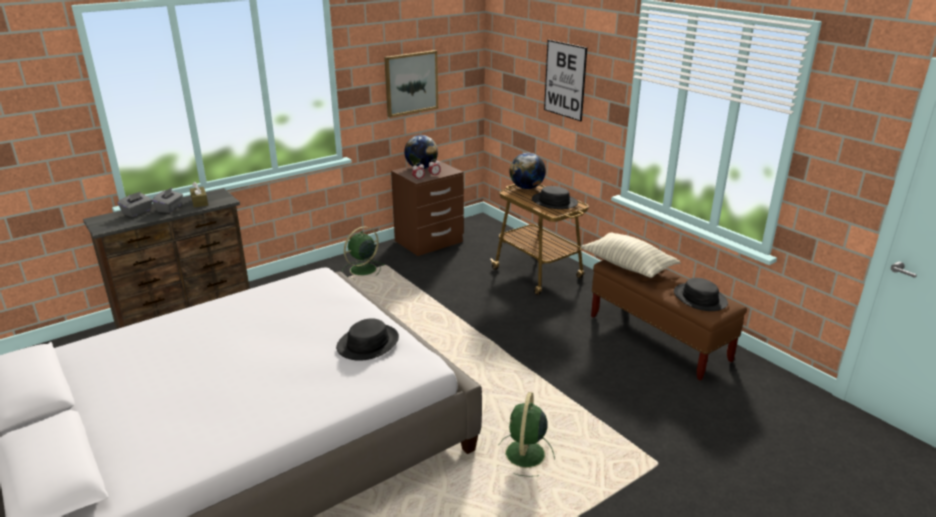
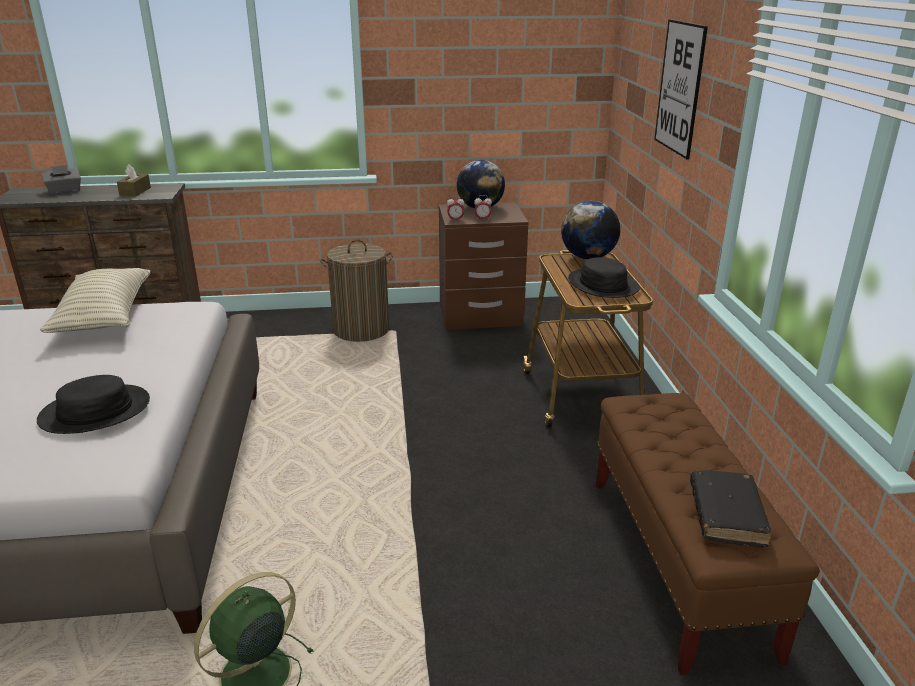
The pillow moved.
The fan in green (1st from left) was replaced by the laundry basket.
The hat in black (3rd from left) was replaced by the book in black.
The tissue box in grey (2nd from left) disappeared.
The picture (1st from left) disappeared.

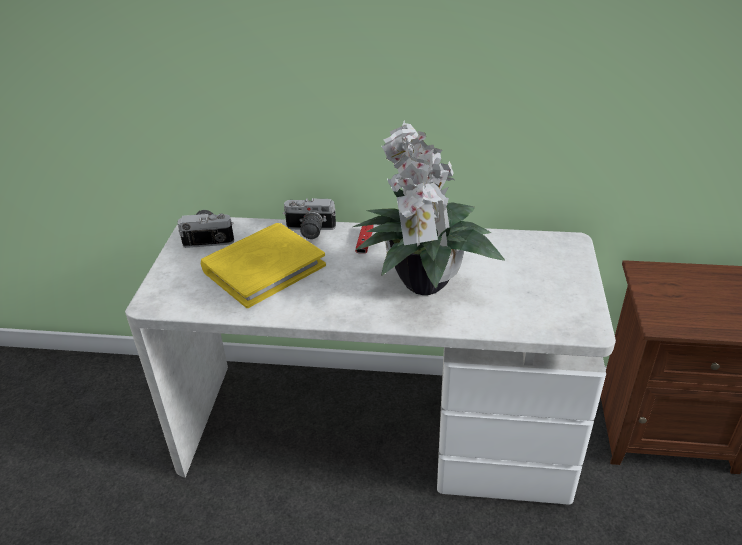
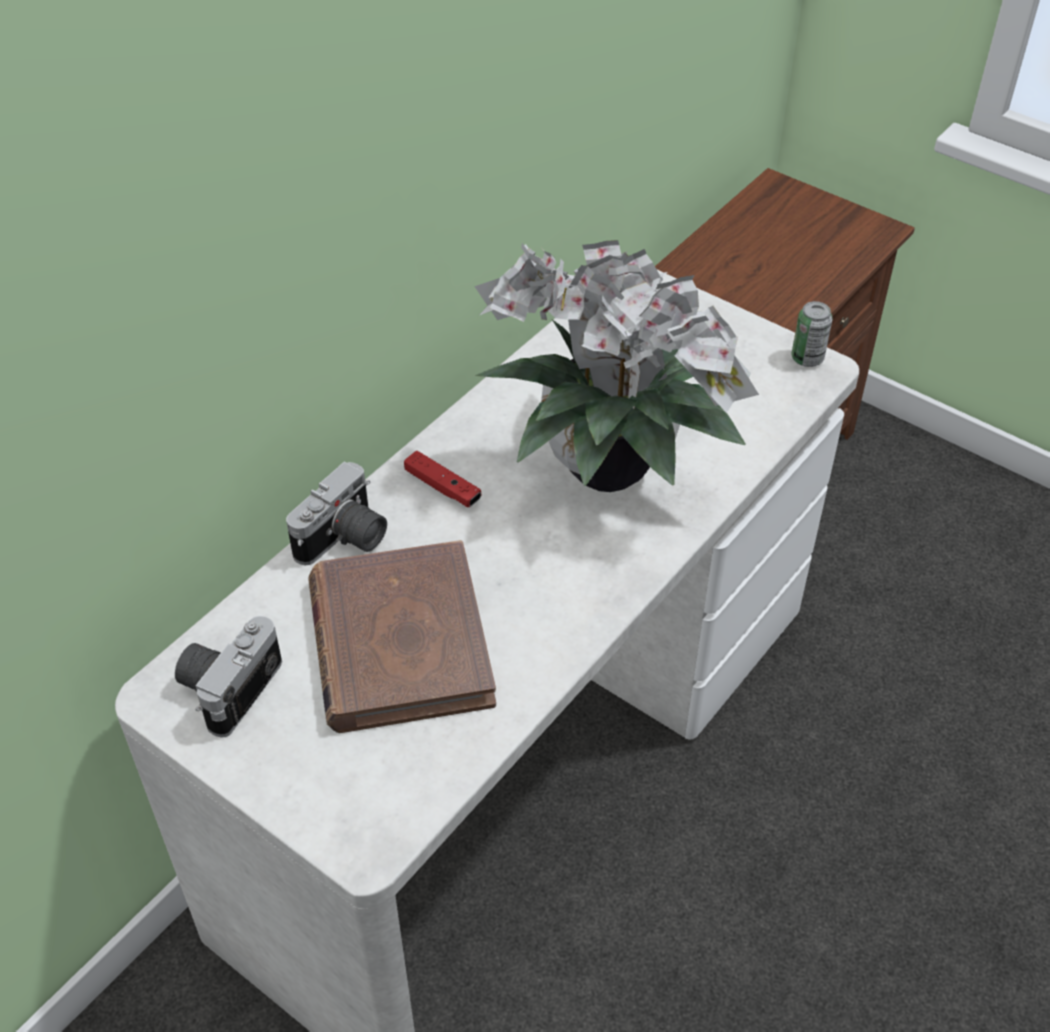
The book in yellow became the book in brown.
The can appeared.

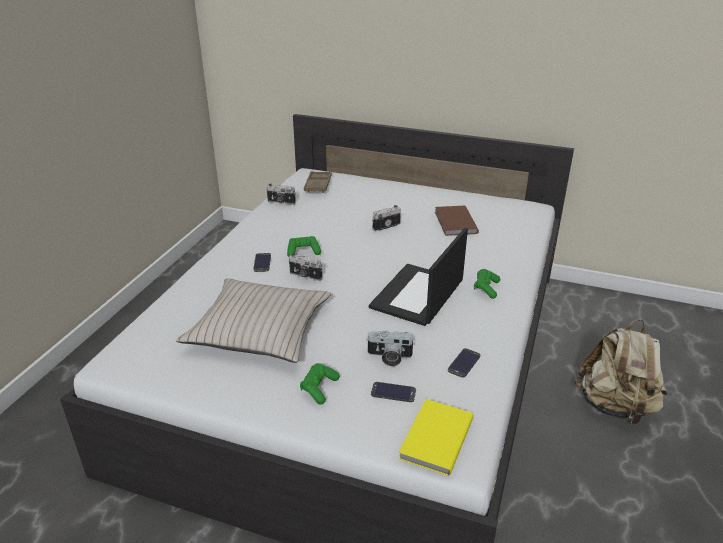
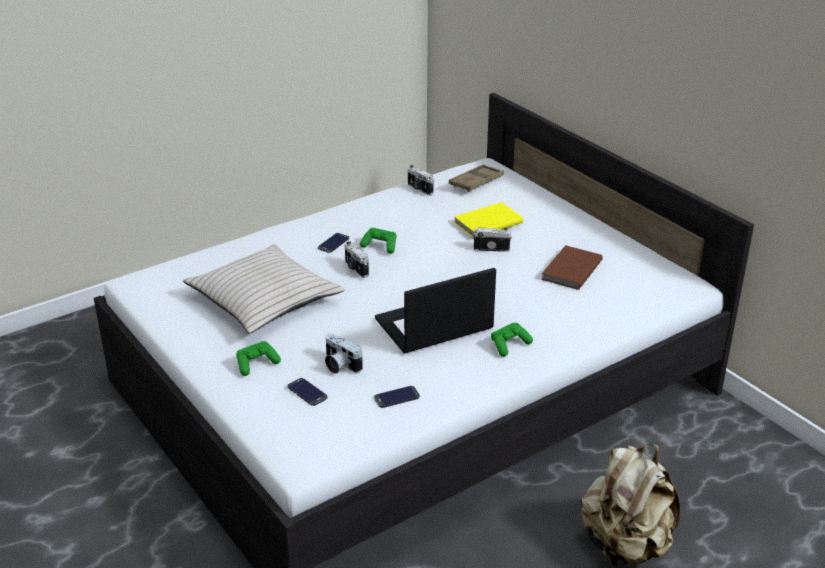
The book in yellow moved.

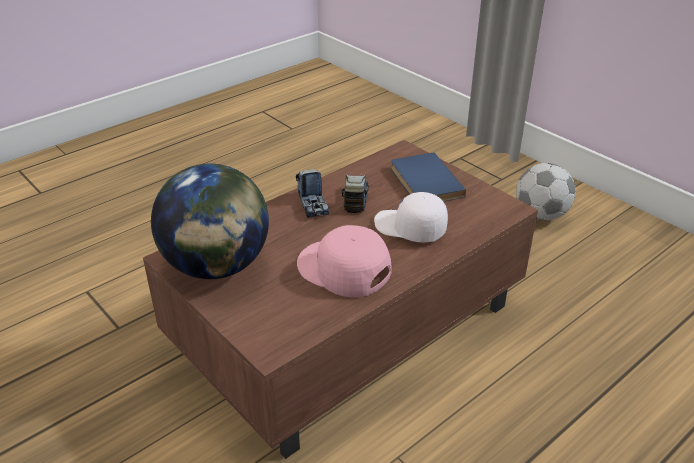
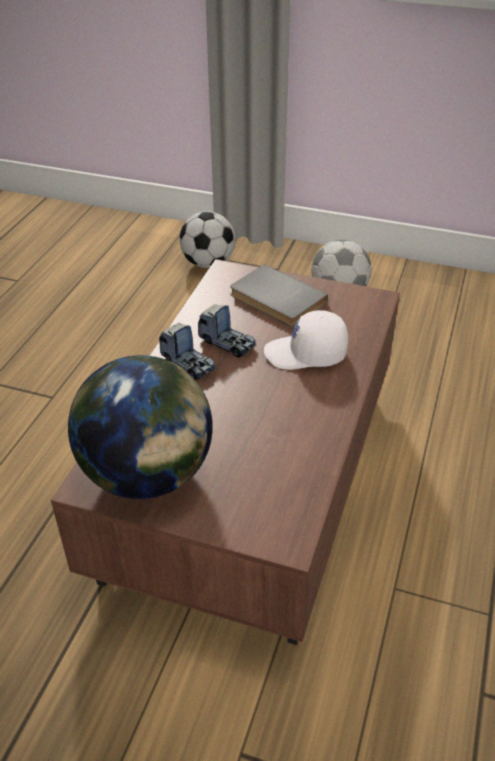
The football (1st from left) appeared.
The toy truck (2nd from left) turned 150 degrees clockwise.
The book in blue became the book in grey.
The cap in pink disappeared.

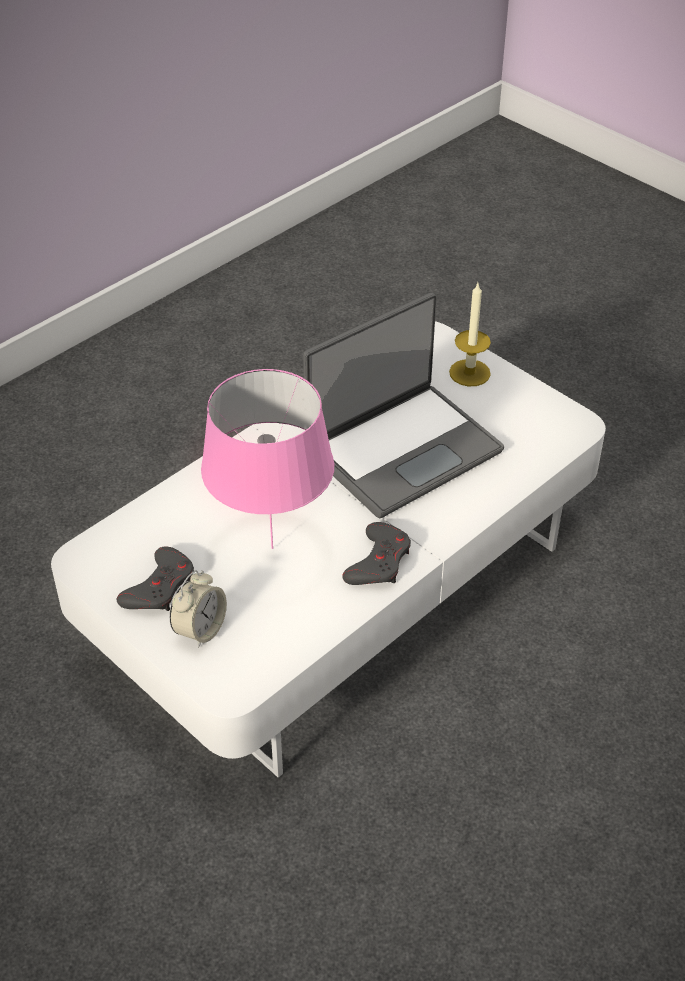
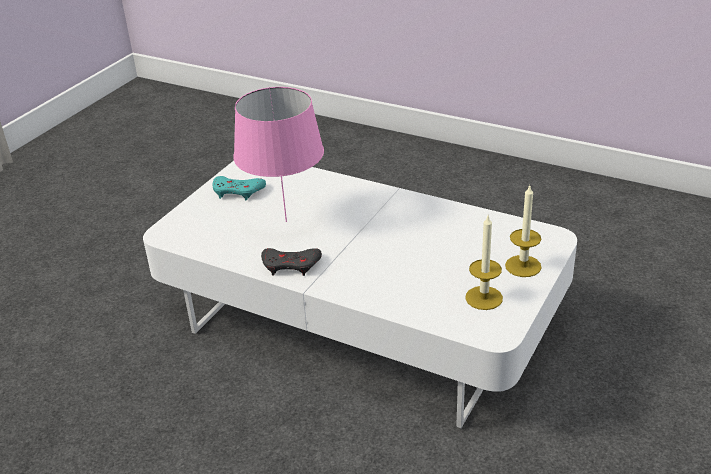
The game controller in grey (1st from left) became the game controller in turquoise.
The candle (1st from left) appeared.
The alarm clock disappeared.
The laptop disappeared.

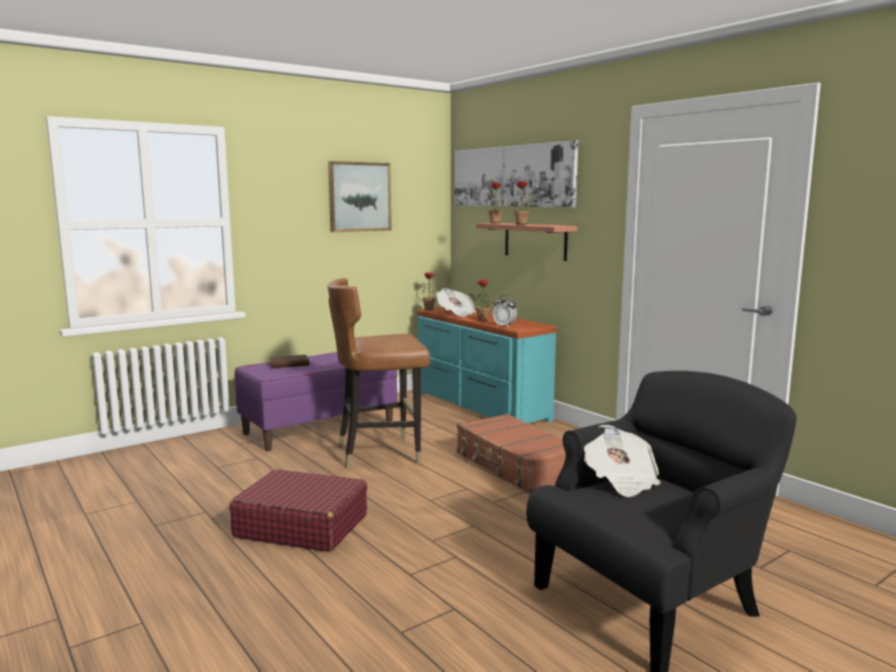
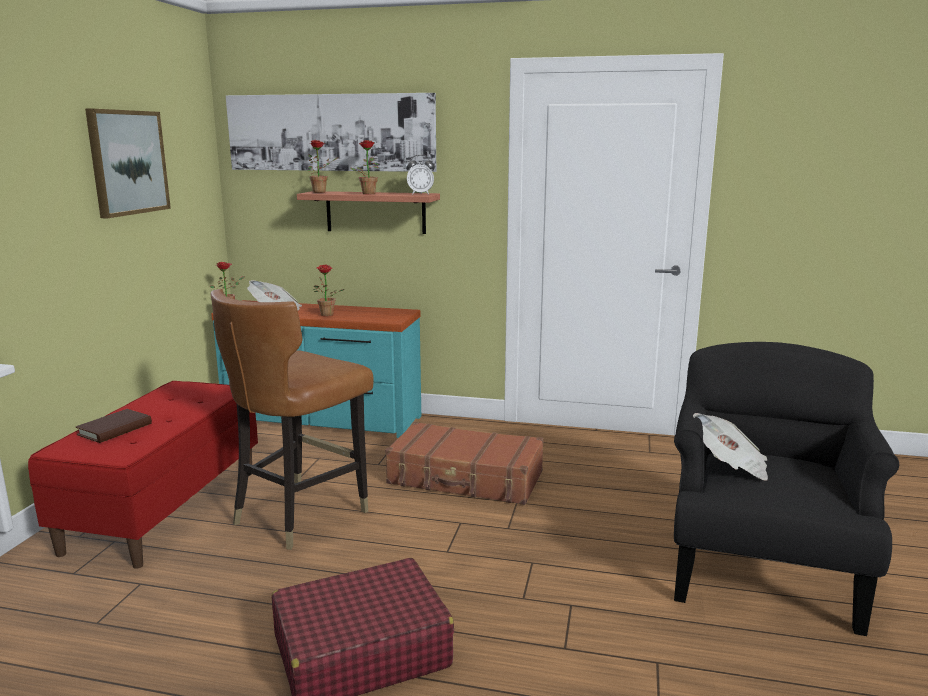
The bench in purple became the bench in red.
The alarm clock moved.

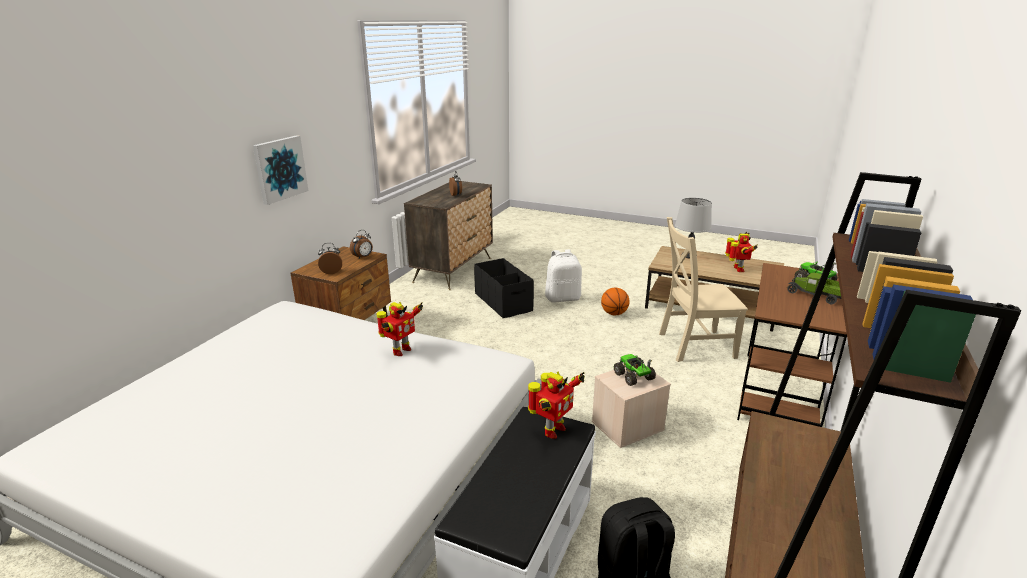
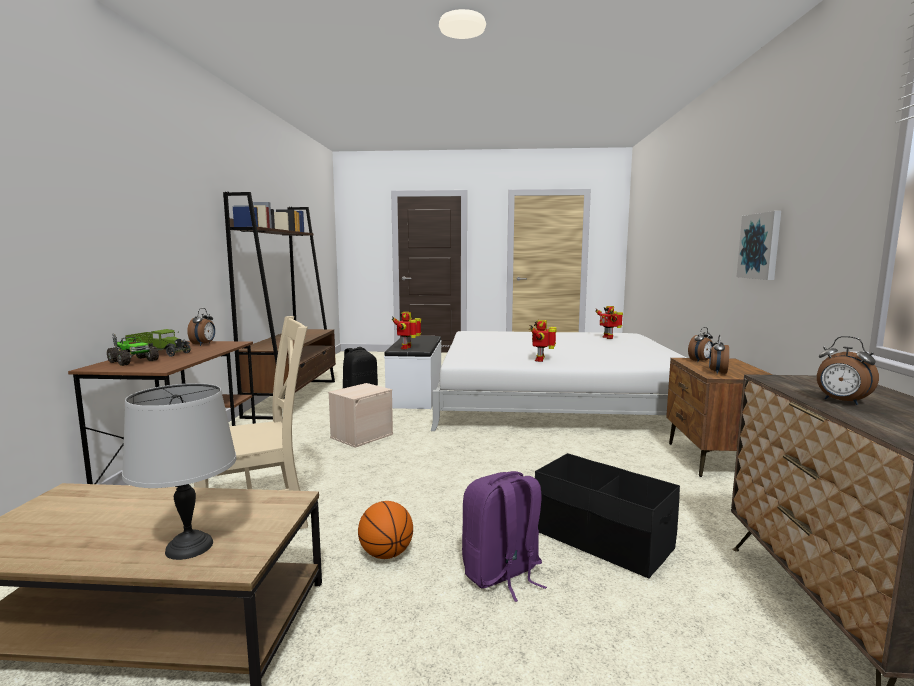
The alarm clock (1st from left) appeared.
The backpack in white became the backpack in purple.
The toy robot (3rd from left) moved.
The toy truck (1st from left) disappeared.

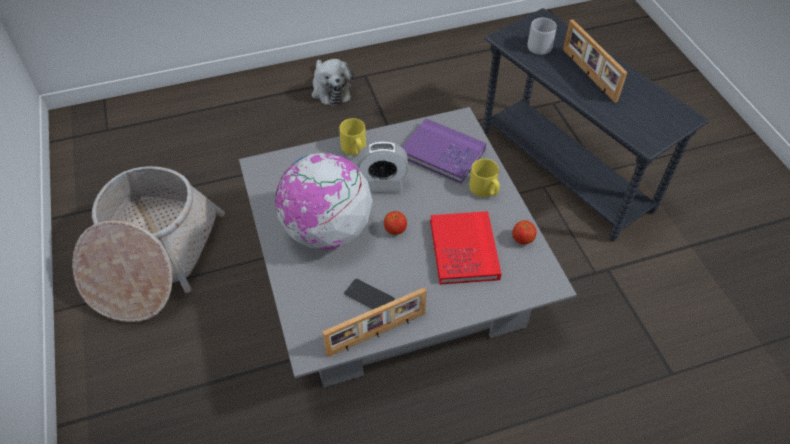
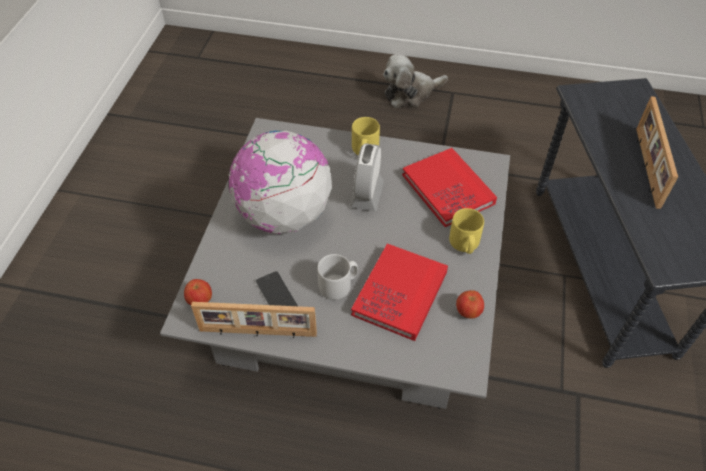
The apple (1st from left) moved.
The mug in grey moved.
The alarm clock turned 75 degrees clockwise.
The plush toy turned 60 degrees clockwise.
The book in purple became the book in red (2nd from left).
The basket disappeared.

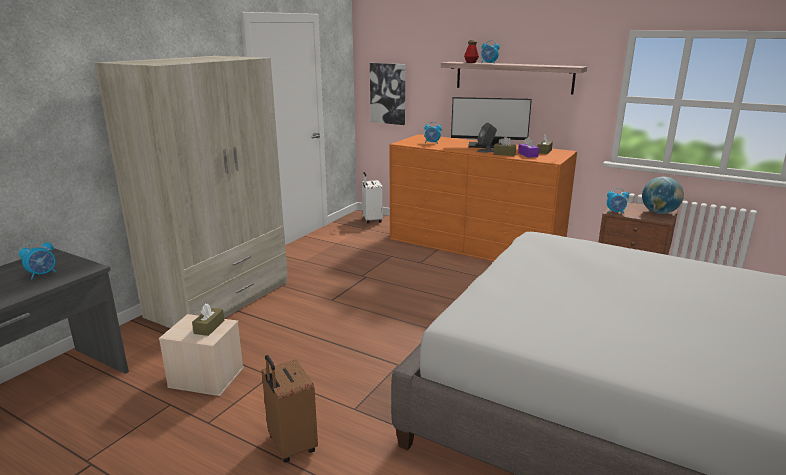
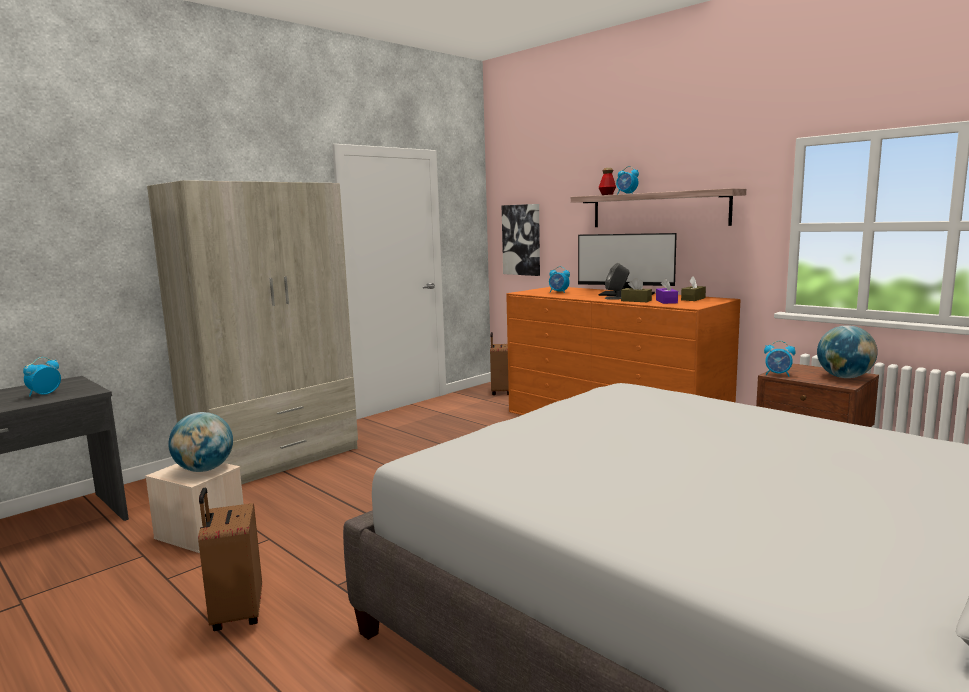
The alarm clock (1st from left) turned 150 degrees clockwise.
The tissue box in brown (1st from left) was replaced by the globe (1st from left).
The suitcase in white became the suitcase in brown (2nd from left).

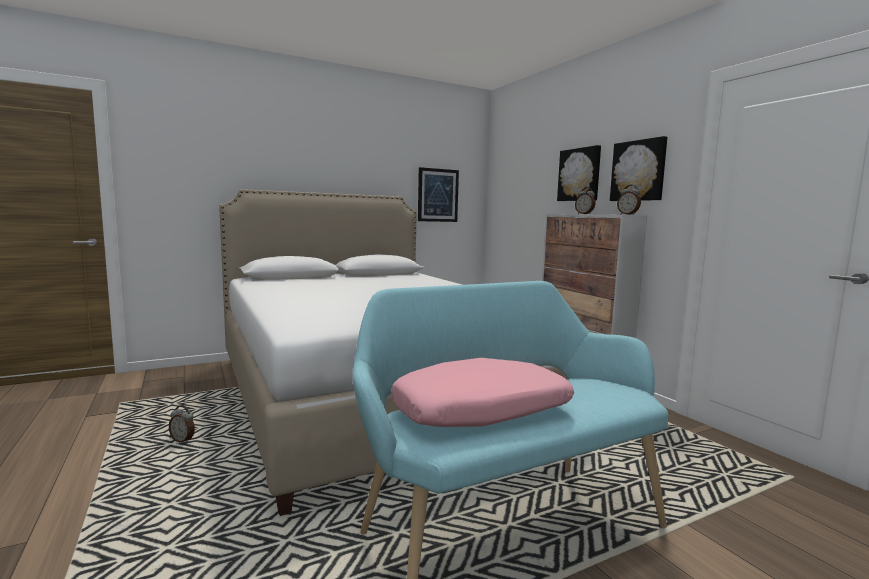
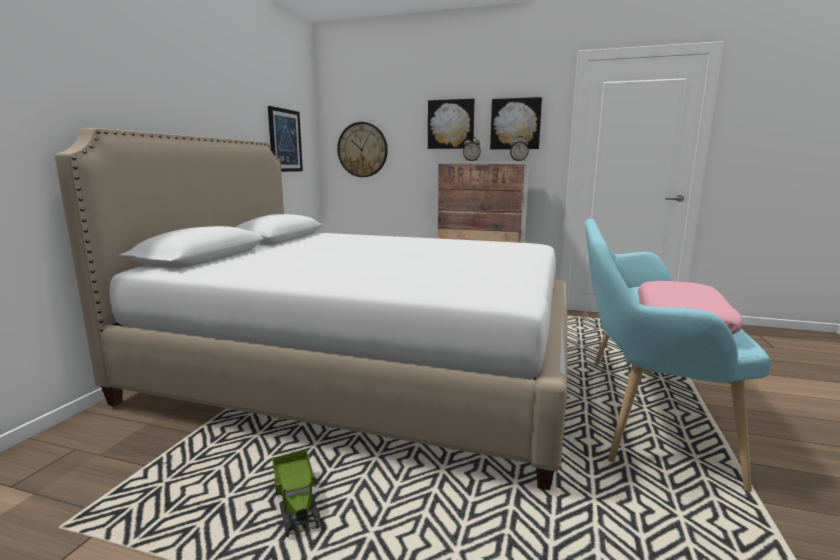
The alarm clock (1st from left) was replaced by the toy truck.
The wall clock appeared.

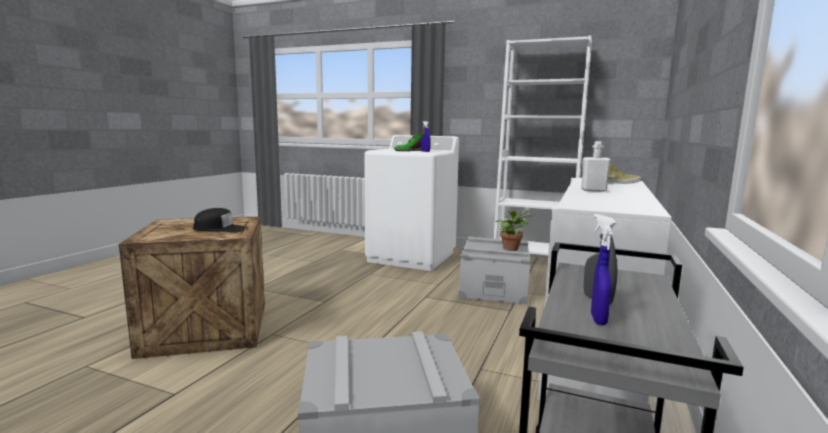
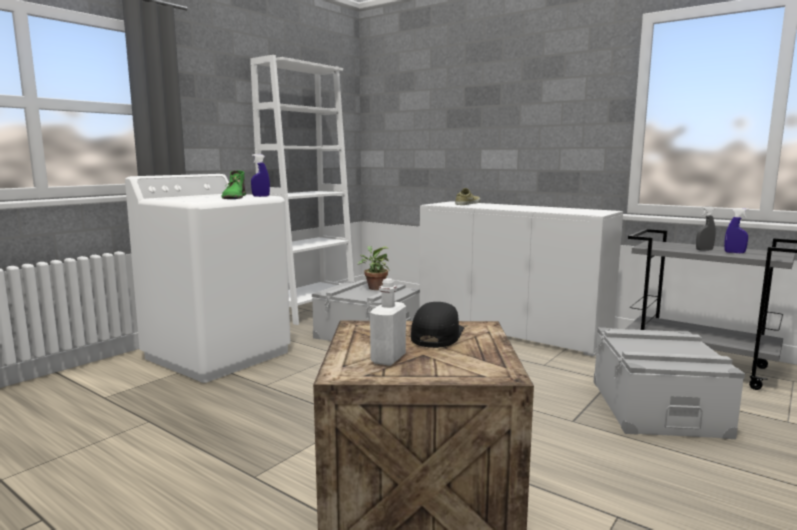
The bottle in white moved.

